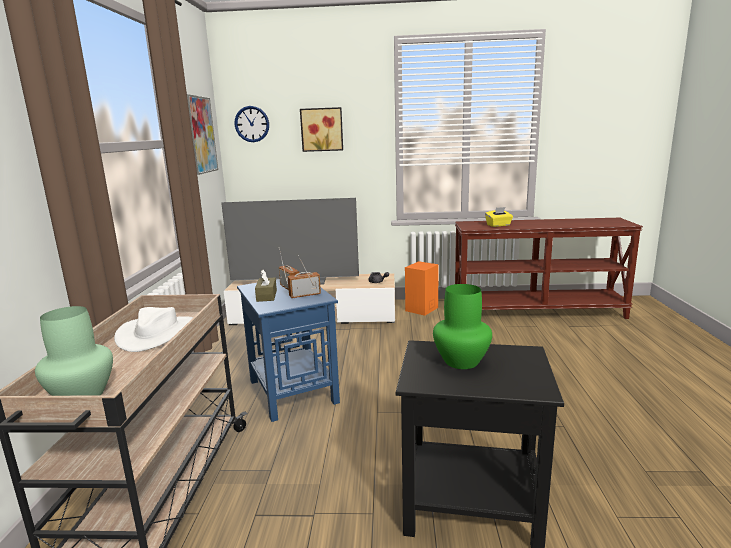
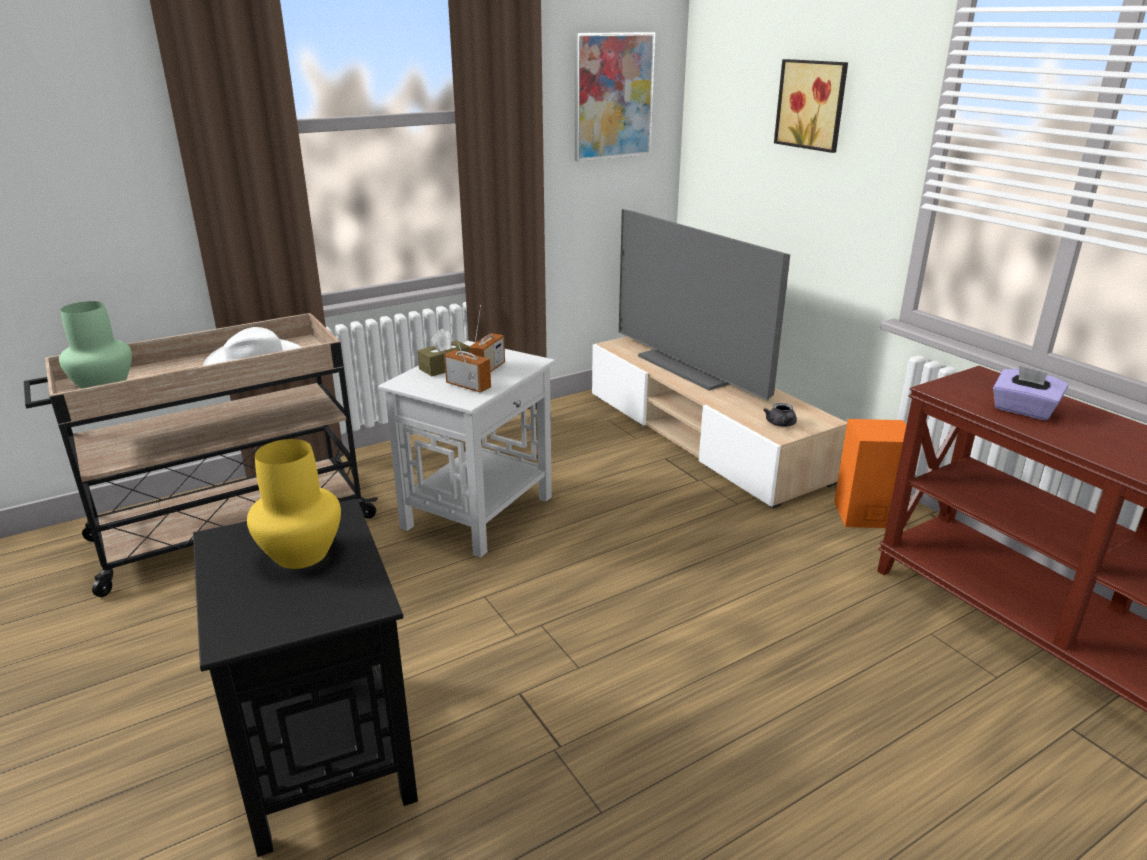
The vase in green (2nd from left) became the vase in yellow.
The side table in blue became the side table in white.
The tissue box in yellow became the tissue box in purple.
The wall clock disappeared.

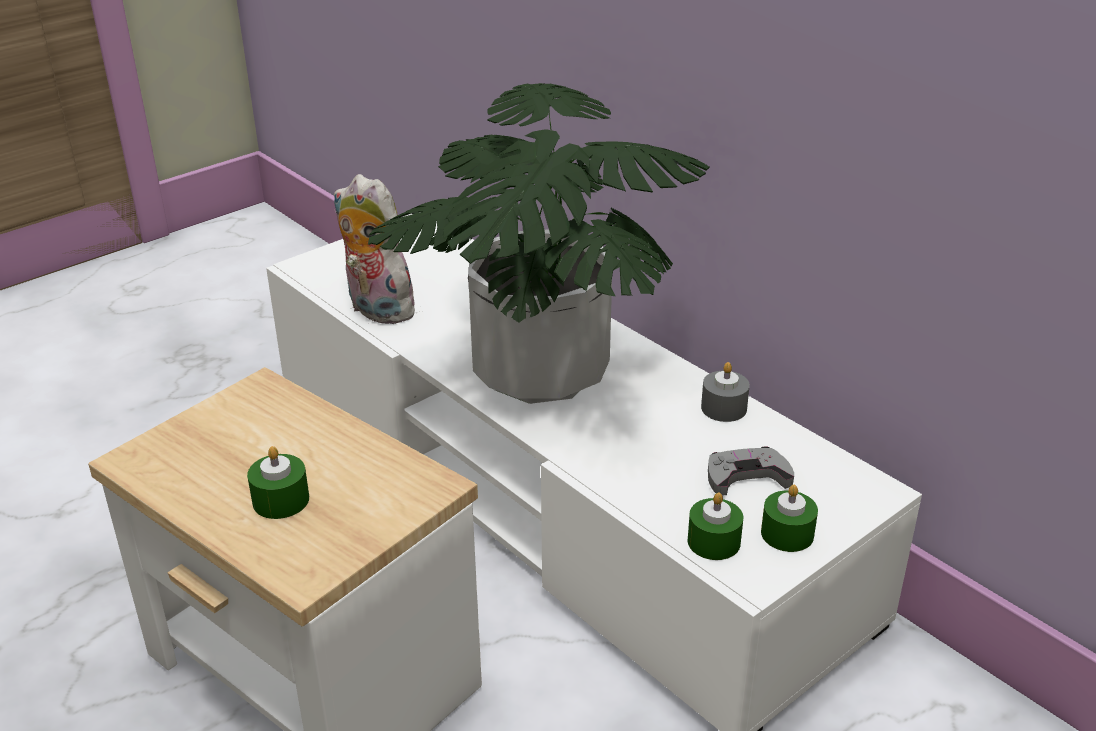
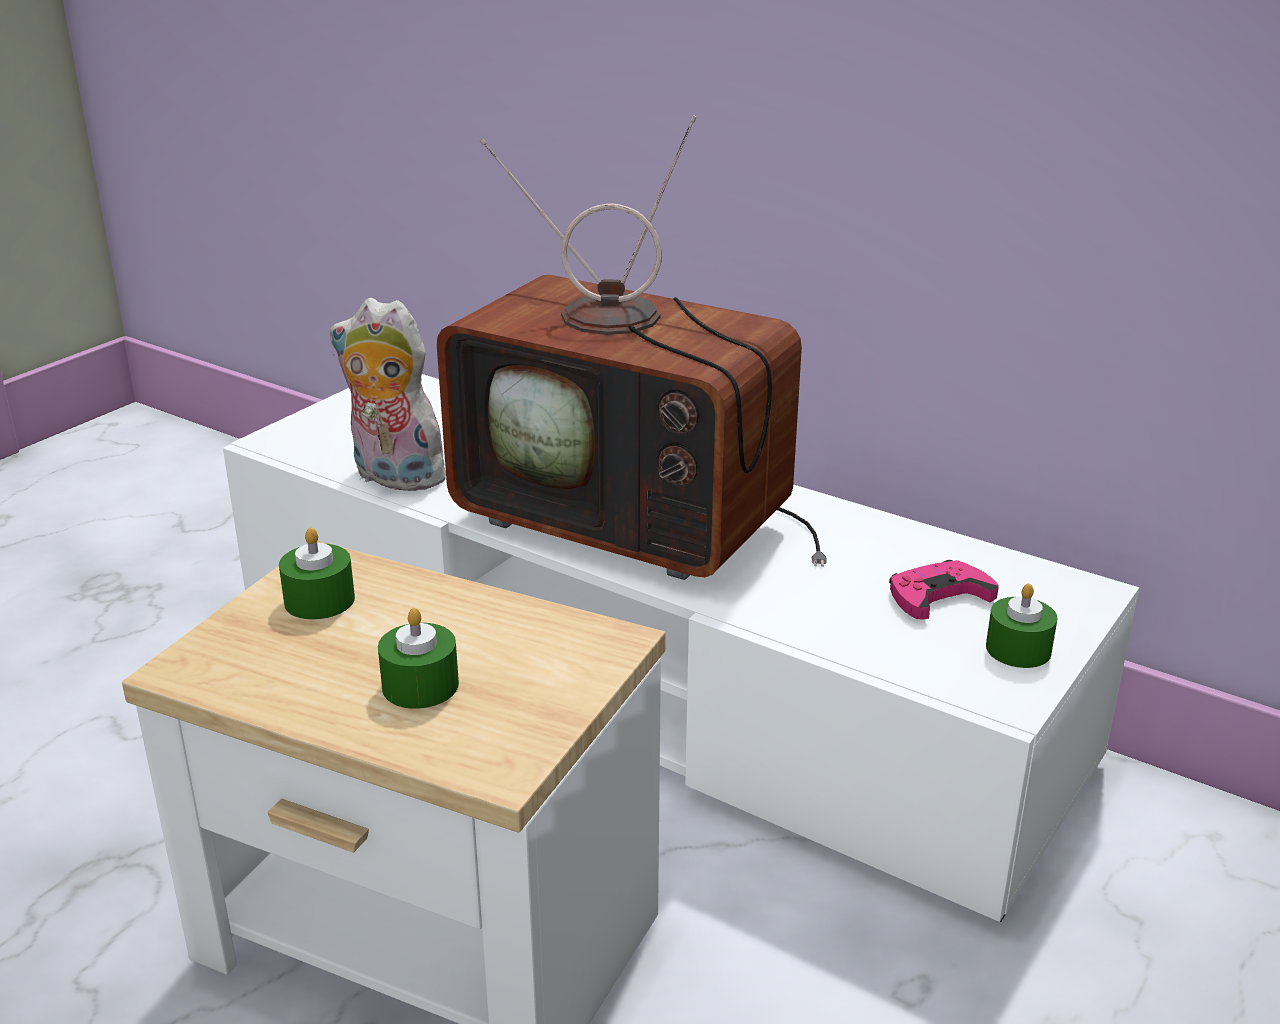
The candle in green (2nd from left in the first image) moved.
The potted plant was replaced by the television.
The game controller in grey became the game controller in pink.
The candle in grey disappeared.

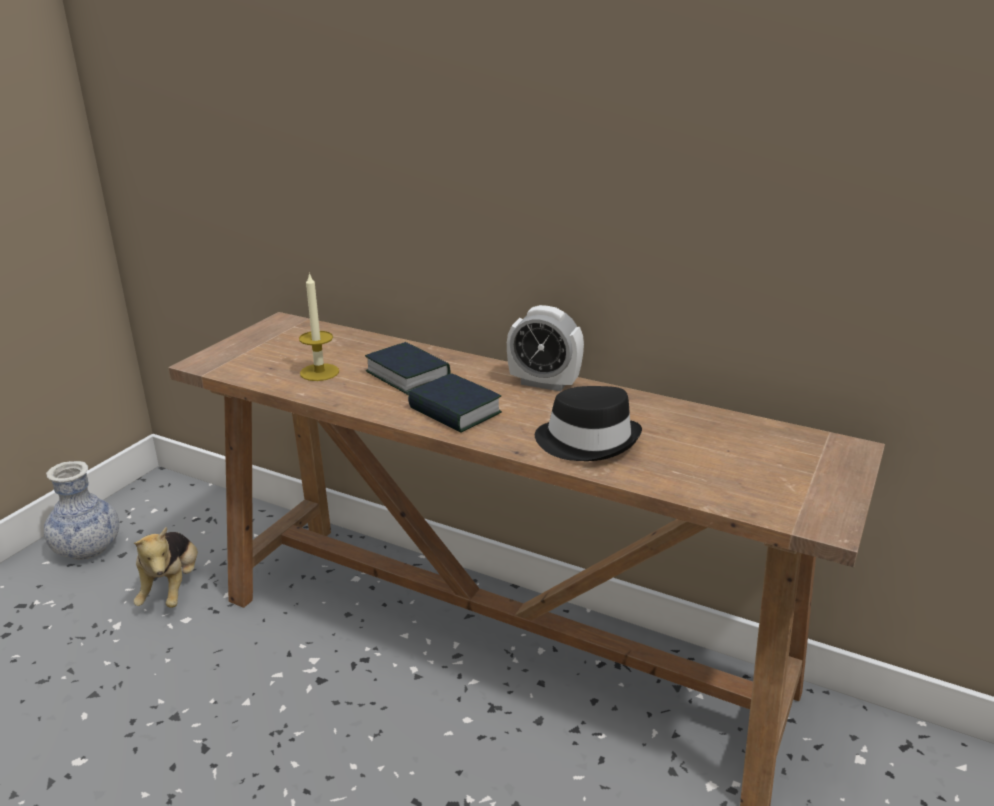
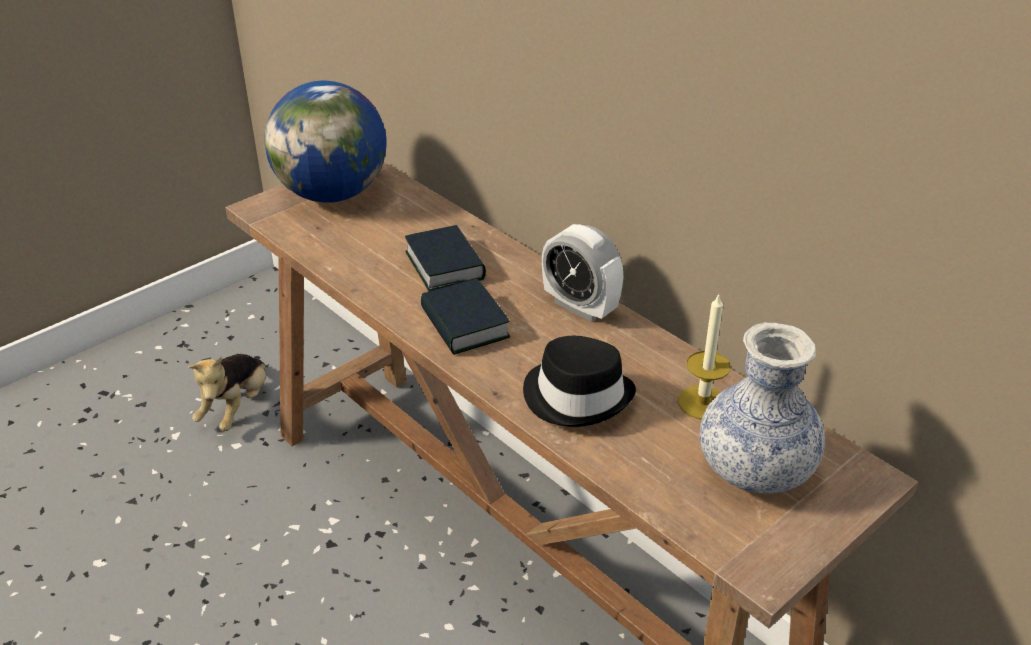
The globe appeared.
The candle moved.
The vase moved.

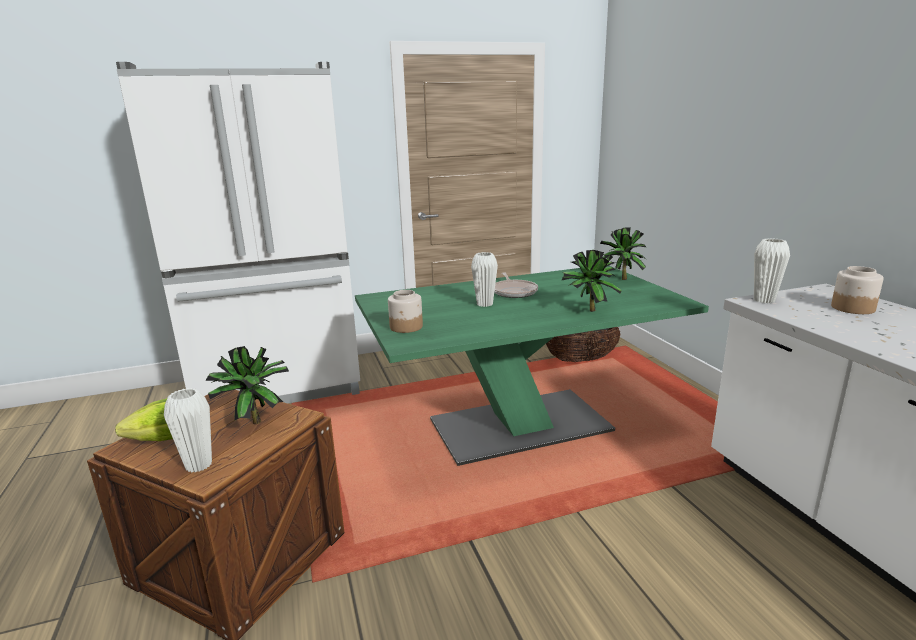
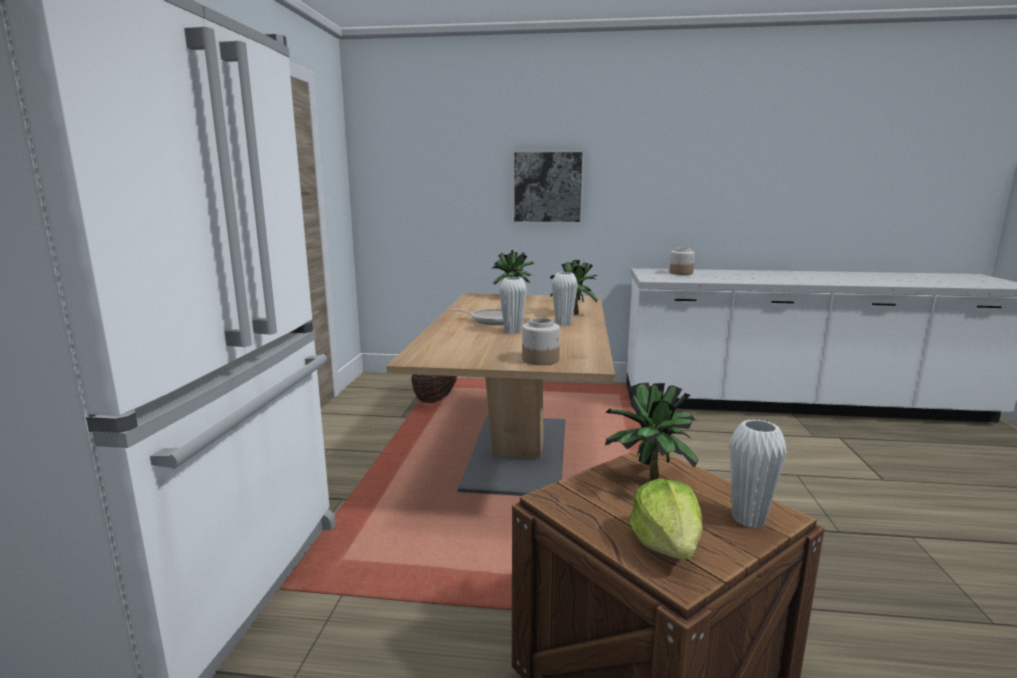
The dining table in green became the dining table in brown.
The picture appeared.
The vase in white (3rd from left in the first image) moved.

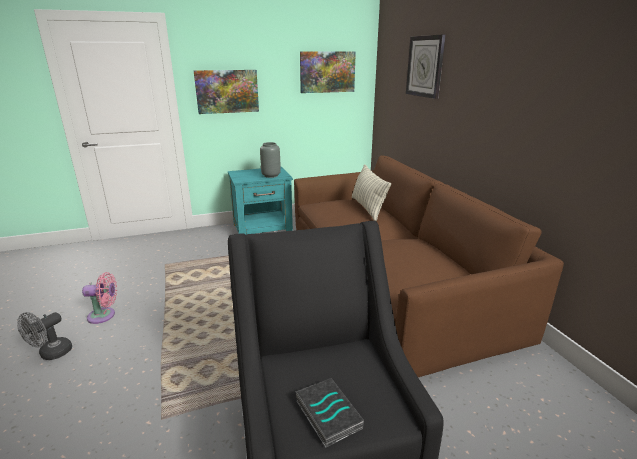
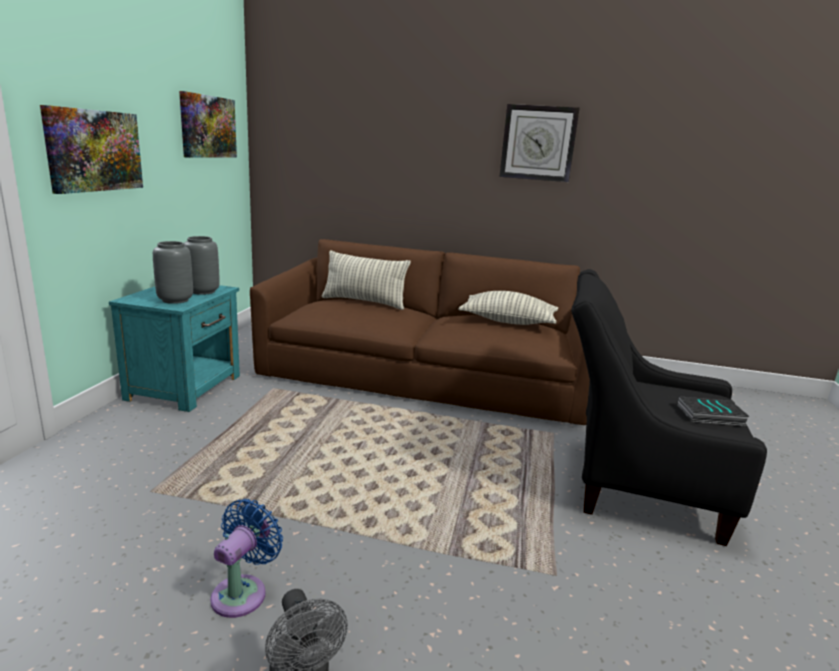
The vase in grey (1st from left) appeared.
The fan in pink became the fan in blue.
The pillow (2nd from left) appeared.
The wall clock moved.

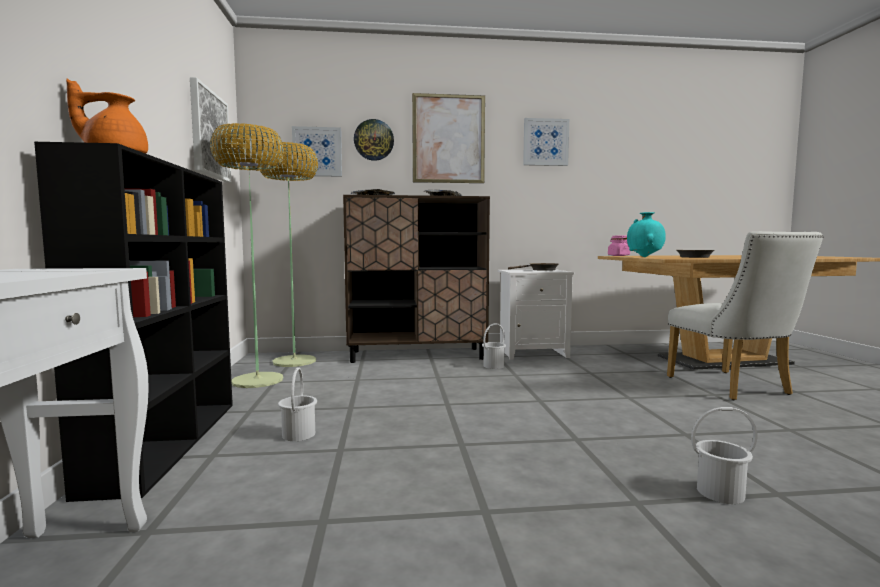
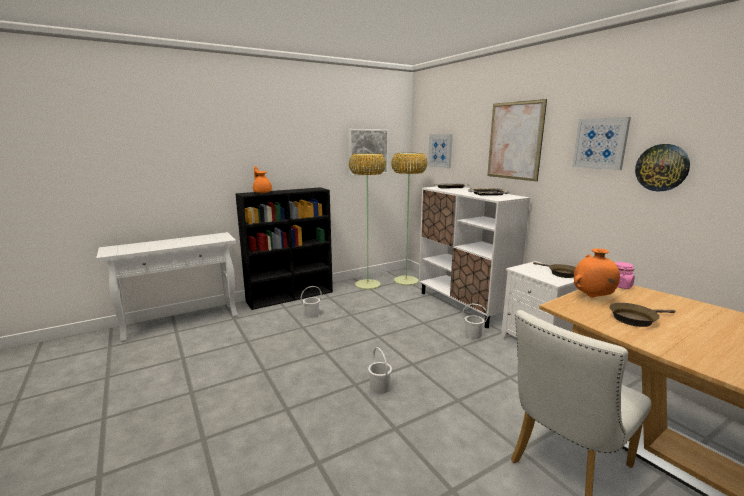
The bucket in white (3rd from left in the first image) moved.
The cabinet in brown became the cabinet in white.
The vase in turquoise became the vase in orange.
The wall clock moved.

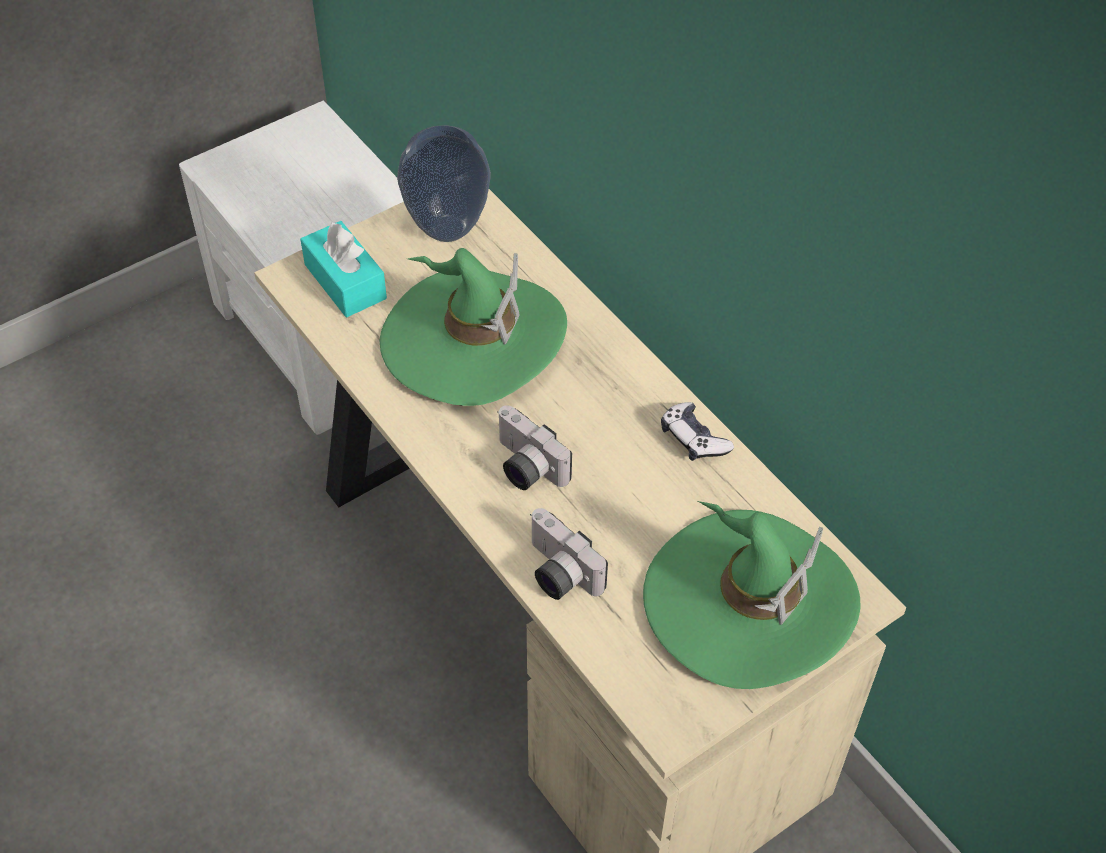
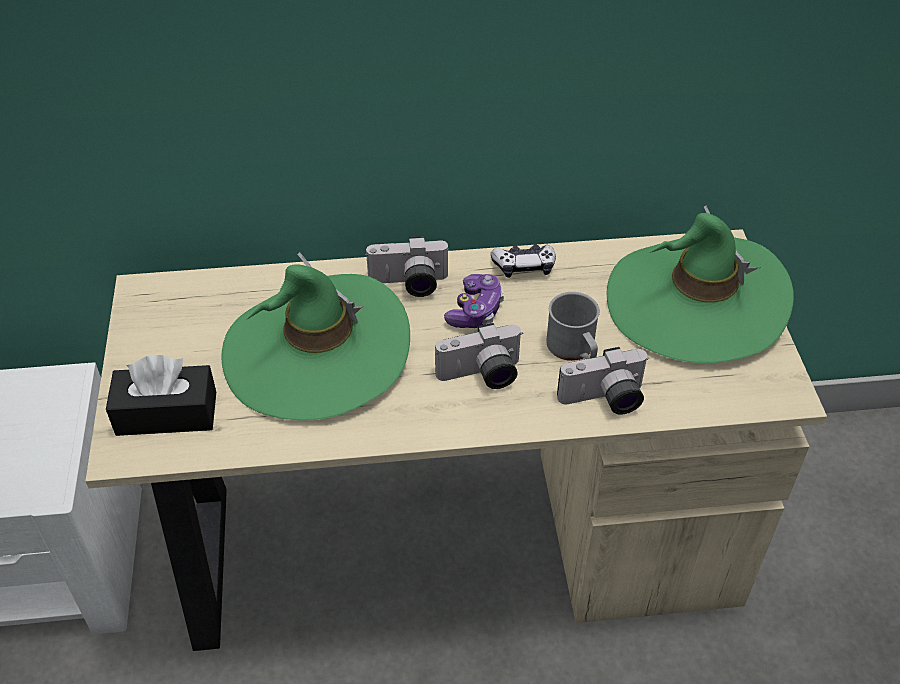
The tissue box in turquoise became the tissue box in black.
The photo camera (1st from left) appeared.
The game controller (1st from left) appeared.
The mug in grey appeared.
The vase disappeared.

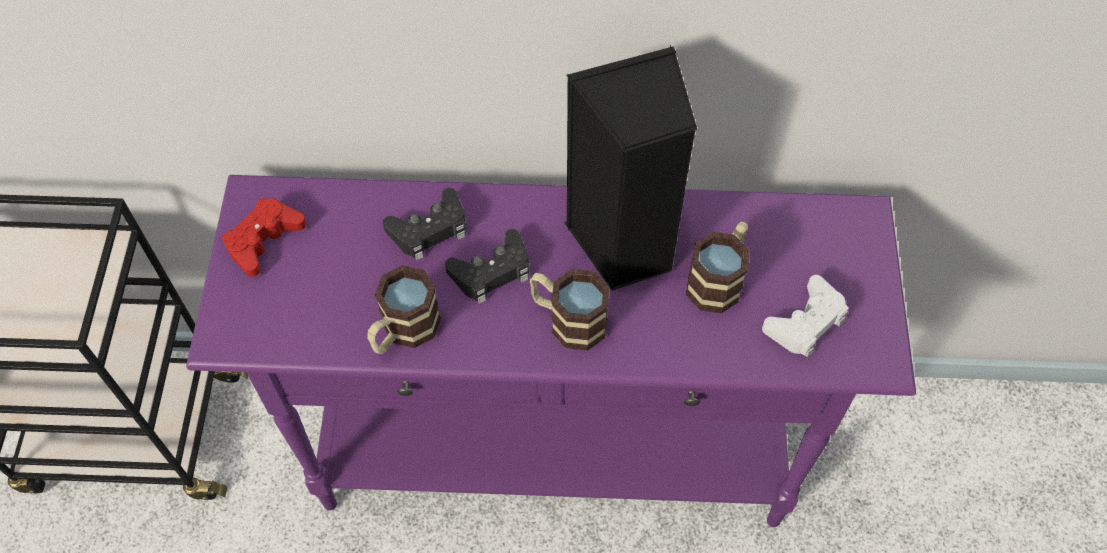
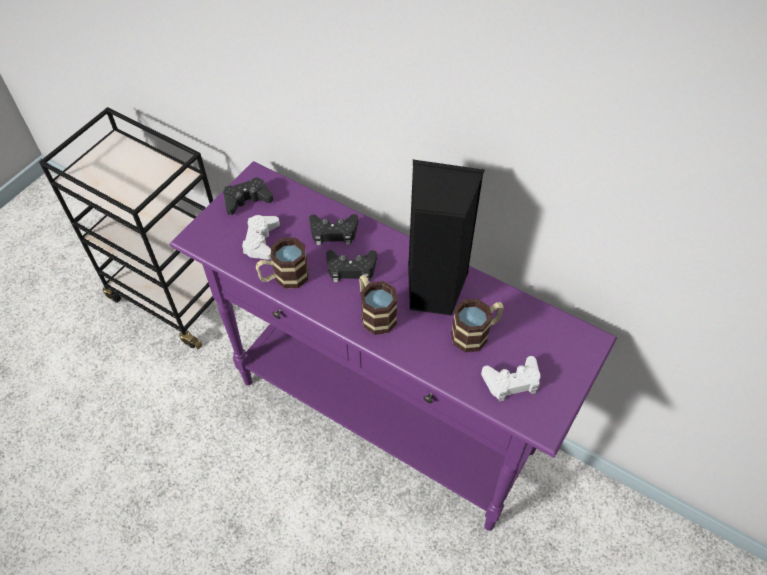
The game controller in red became the game controller in black (1st from left).
The game controller in white (1st from left) appeared.

